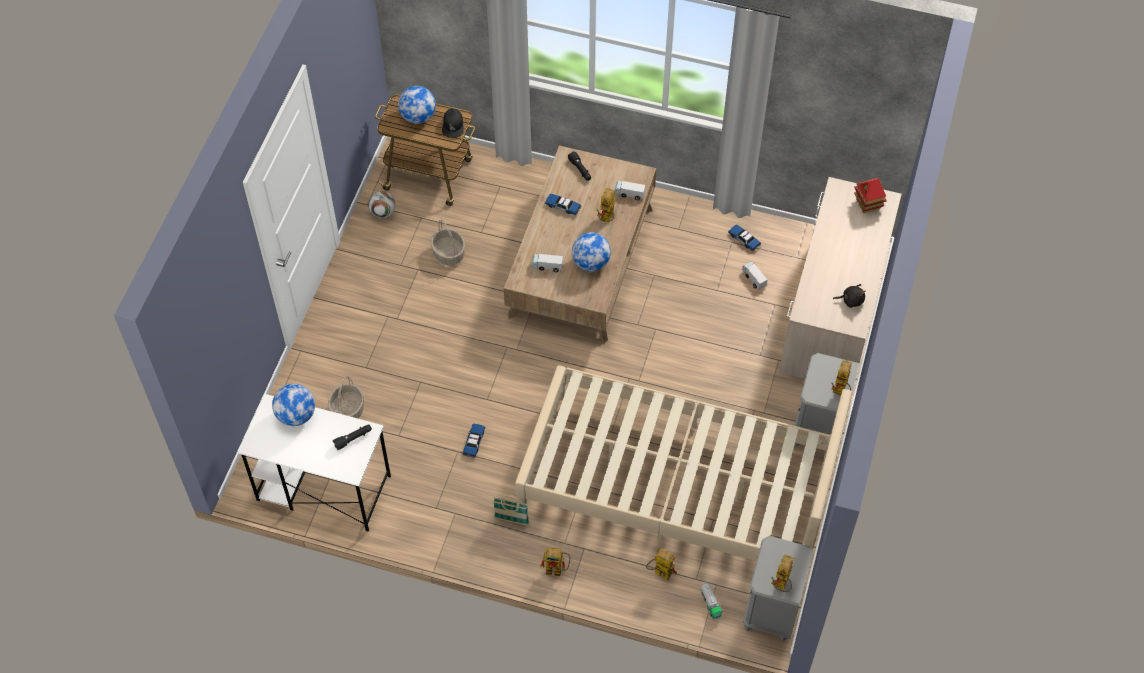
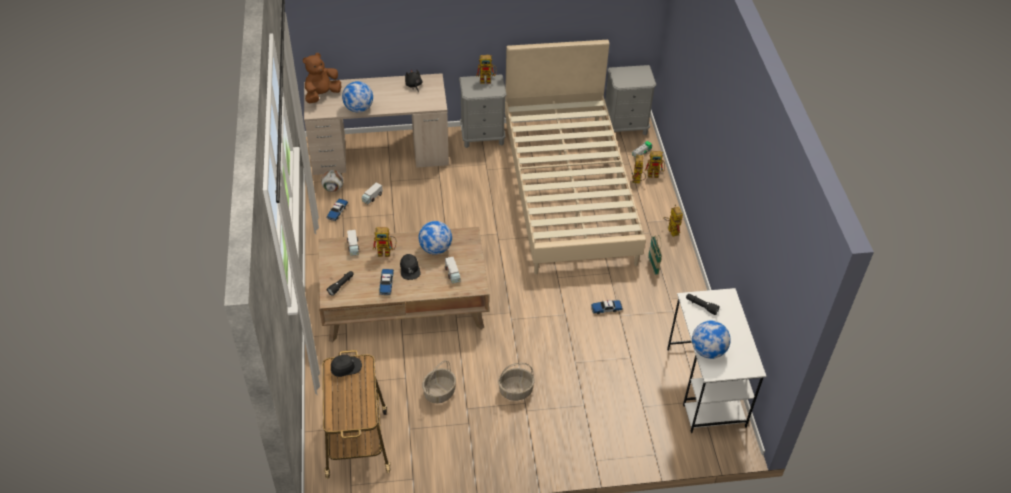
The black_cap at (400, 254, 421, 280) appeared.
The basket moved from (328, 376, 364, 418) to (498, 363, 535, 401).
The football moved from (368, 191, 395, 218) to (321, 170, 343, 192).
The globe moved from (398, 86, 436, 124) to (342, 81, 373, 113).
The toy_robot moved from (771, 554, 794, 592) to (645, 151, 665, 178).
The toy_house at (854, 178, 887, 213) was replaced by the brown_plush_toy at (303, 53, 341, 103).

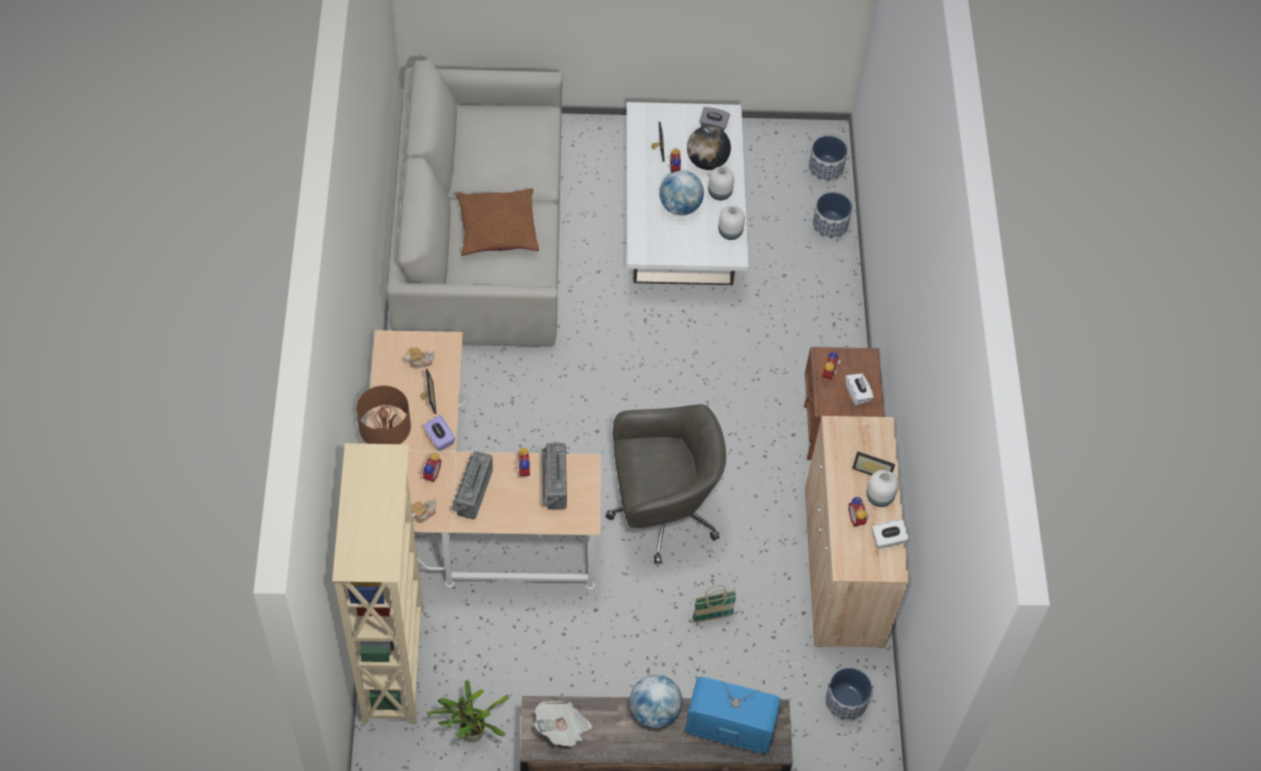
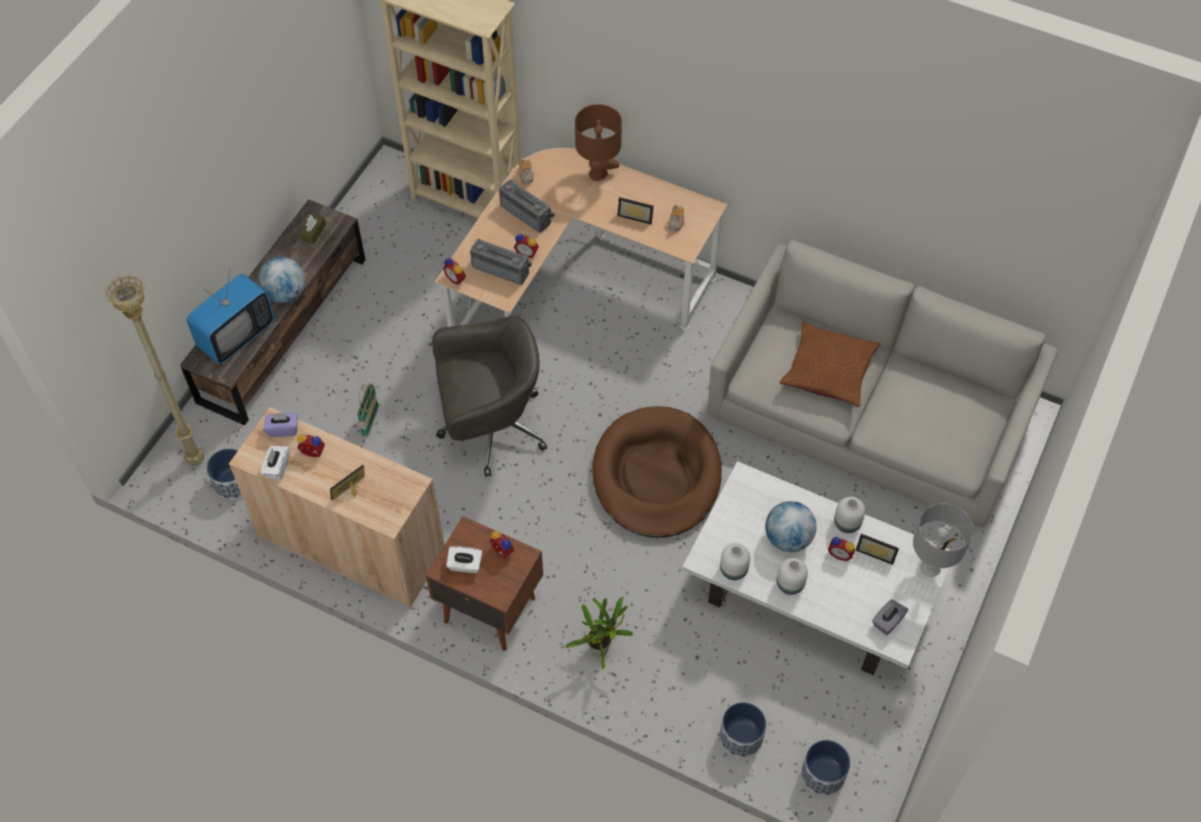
The globe at (687, 126, 731, 170) disappeared.
The beige_floor_lamp at (105, 276, 205, 465) appeared.
The brown_dog_bed at (592, 406, 722, 538) appeared.
The grey_table_lamp at (913, 504, 973, 577) appeared.
The alarm_clock moved from (420, 453, 441, 482) to (443, 258, 466, 285).
The purple_tissue_box moved from (424, 415, 455, 451) to (263, 413, 298, 437).
The potted_plant moved from (427, 680, 509, 742) to (565, 597, 633, 669).
The white_vase moved from (866, 470, 898, 507) to (834, 497, 865, 533).
The newspaper at (534, 701, 592, 747) was replaced by the brown_tissue_box at (299, 213, 326, 244).
The grey_office_chair at (605, 404, 726, 564) turned 120 degrees counterclockwise.

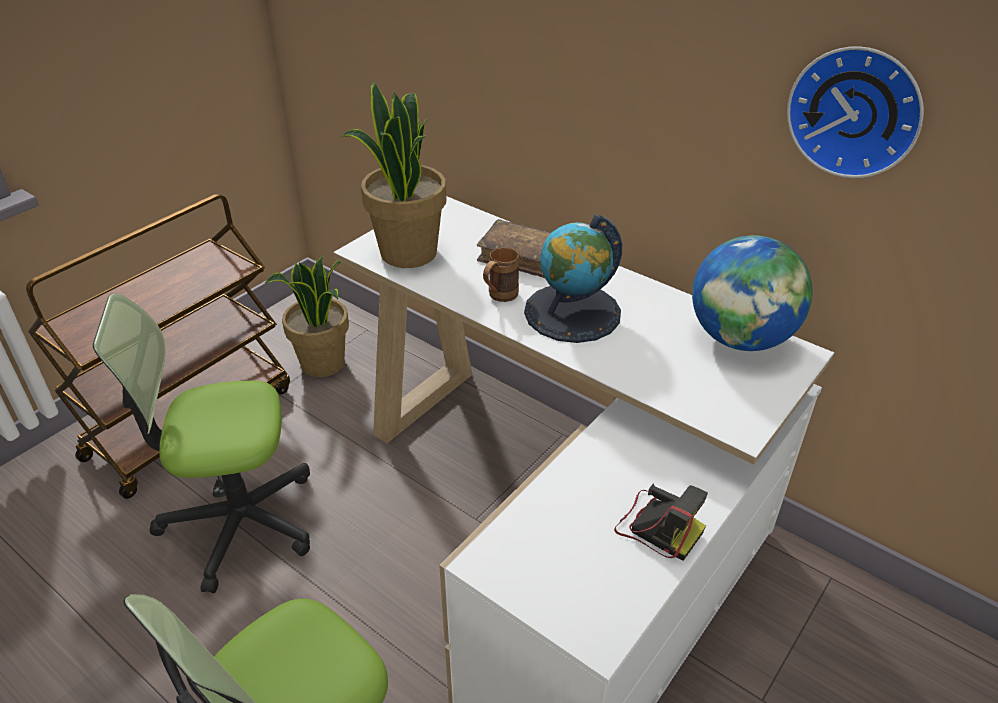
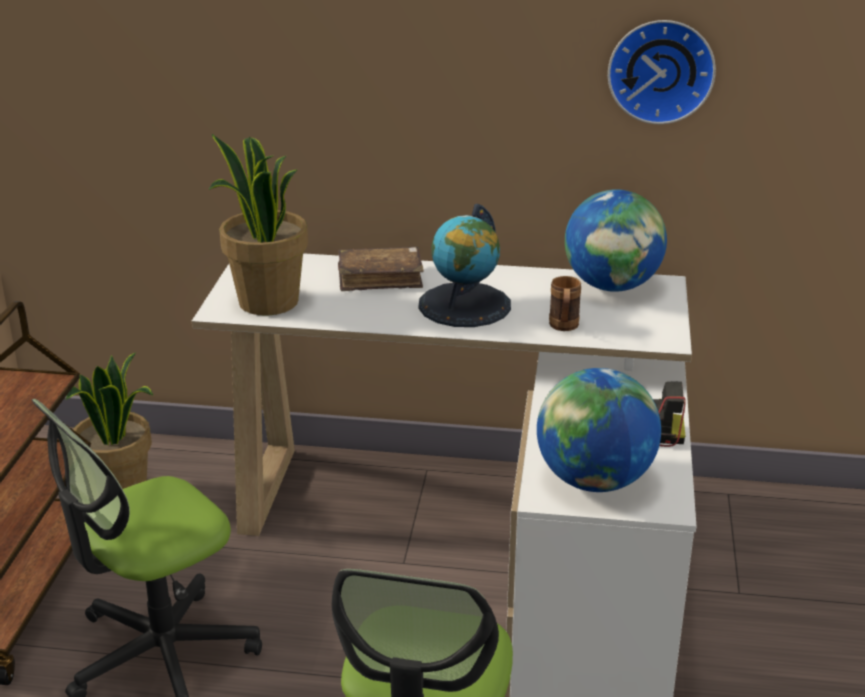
The globe at (537, 368, 661, 492) appeared.
The brown_mug moved from (483, 247, 520, 302) to (549, 276, 581, 331).

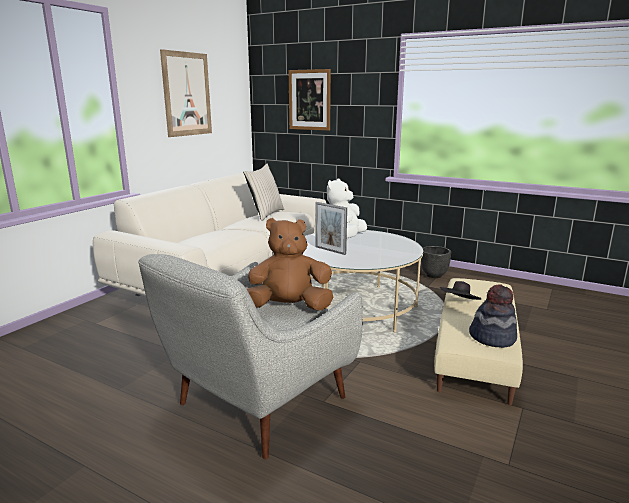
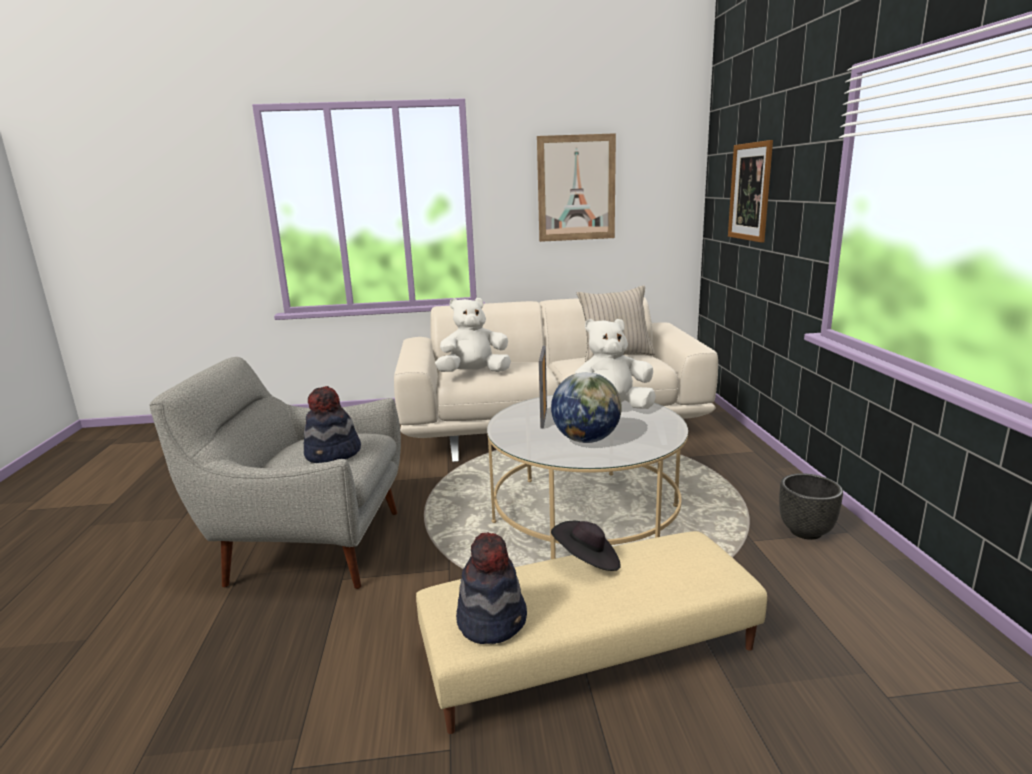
The white_plush_toy at (435, 298, 511, 372) appeared.
The globe at (551, 372, 622, 443) appeared.
The brown_plush_toy at (247, 218, 333, 310) was replaced by the hat at (304, 386, 361, 463).

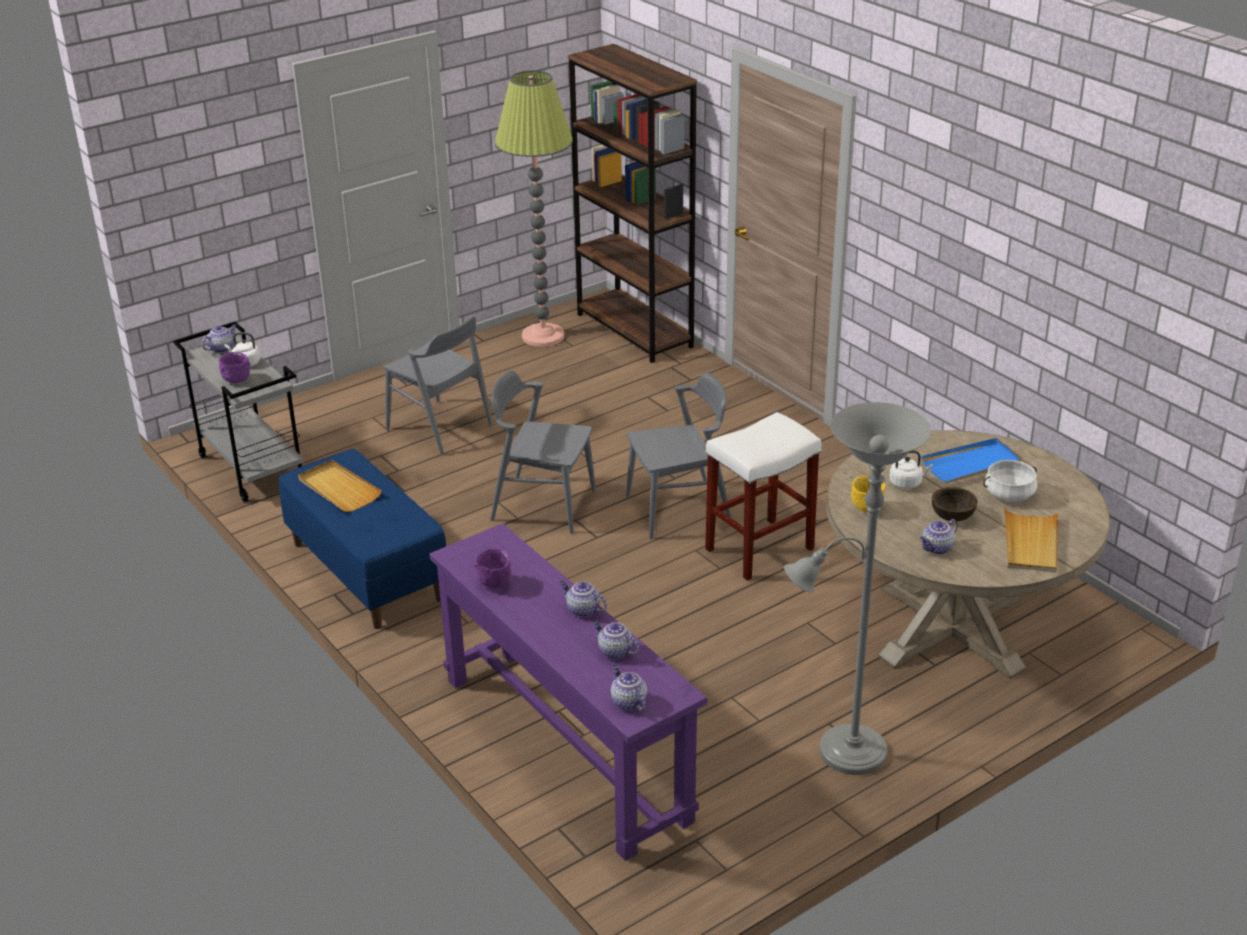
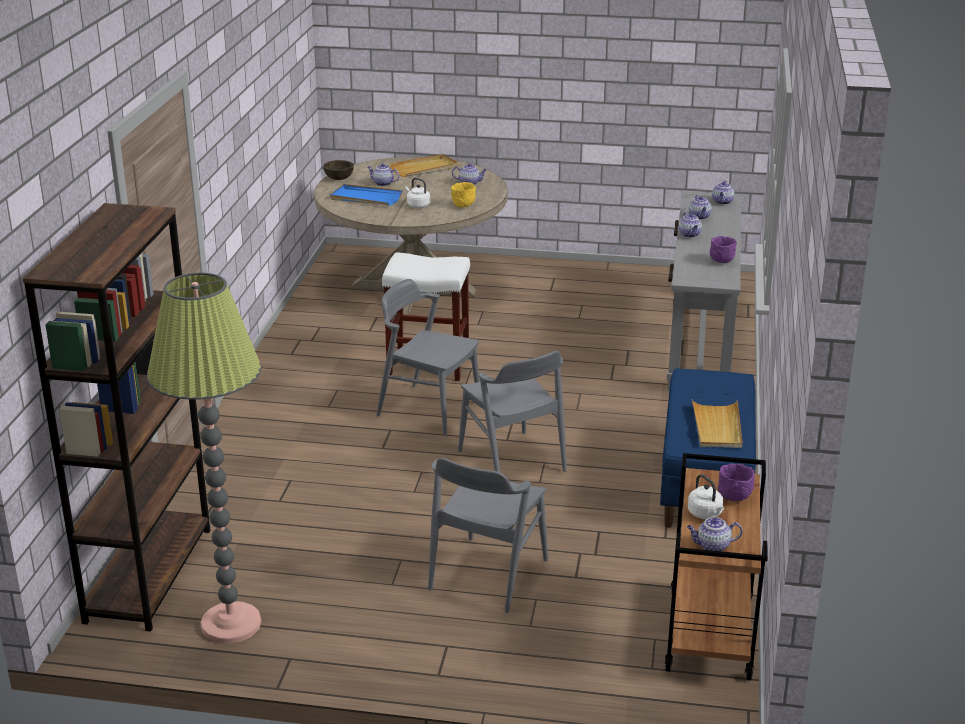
The grey_floor_lamp at (784, 402, 931, 775) disappeared.
The brown_bowl moved from (932, 487, 978, 522) to (323, 160, 354, 180).
The white_cooking_pot at (983, 460, 1037, 501) was replaced by the teapot at (367, 164, 399, 186).
The grey_cart at (173, 322, 304, 502) became the brown_cart at (665, 453, 768, 681).
The purple_console_table at (430, 523, 707, 861) became the grey_console_table at (666, 191, 741, 391).
The grey_chair at (383, 316, 493, 456) turned 150 degrees counterclockwise.

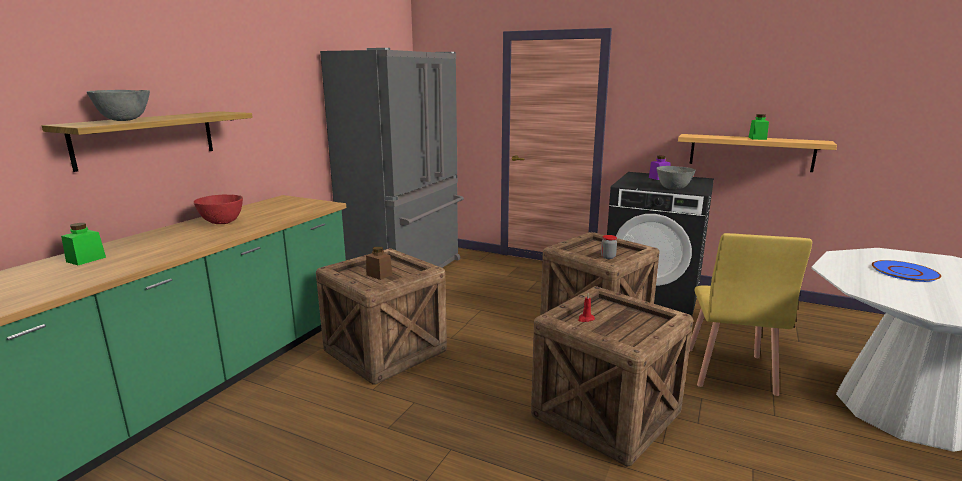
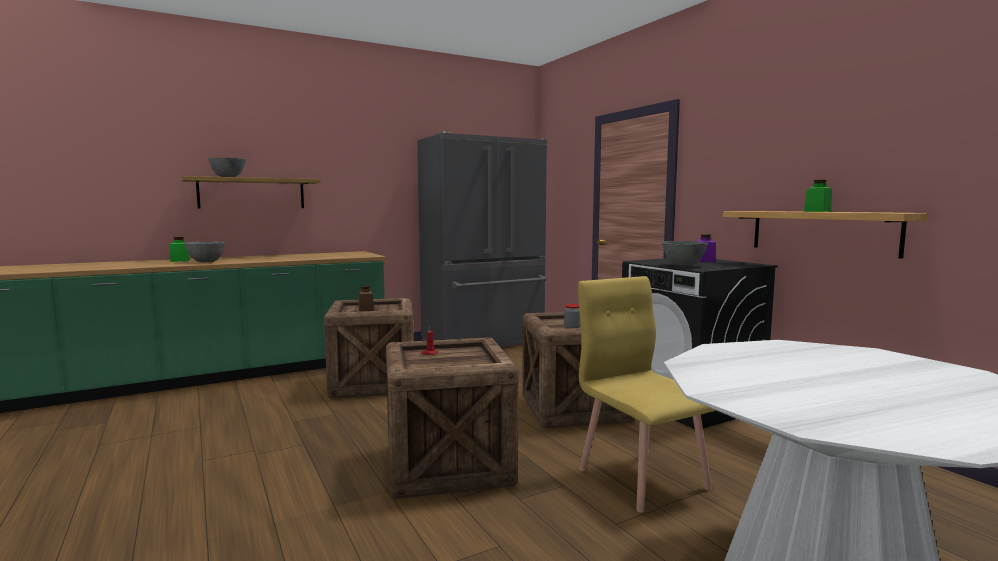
The red_bowl at (193, 194, 243, 224) disappeared.
The blue_plate at (872, 260, 941, 282) disappeared.
The grey_bowl at (184, 241, 225, 262) appeared.
The yellow_chair at (689, 233, 812, 396) turned 105 degrees clockwise.

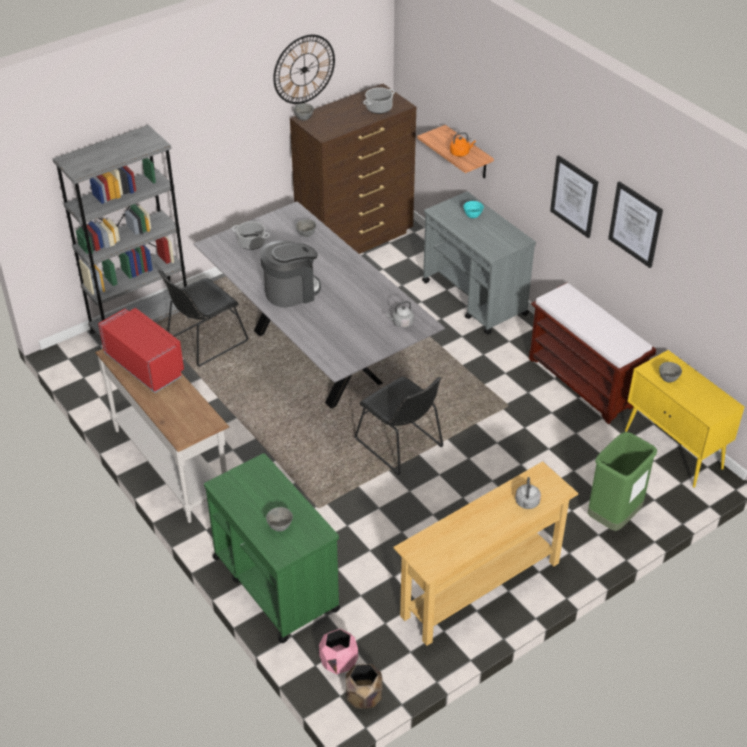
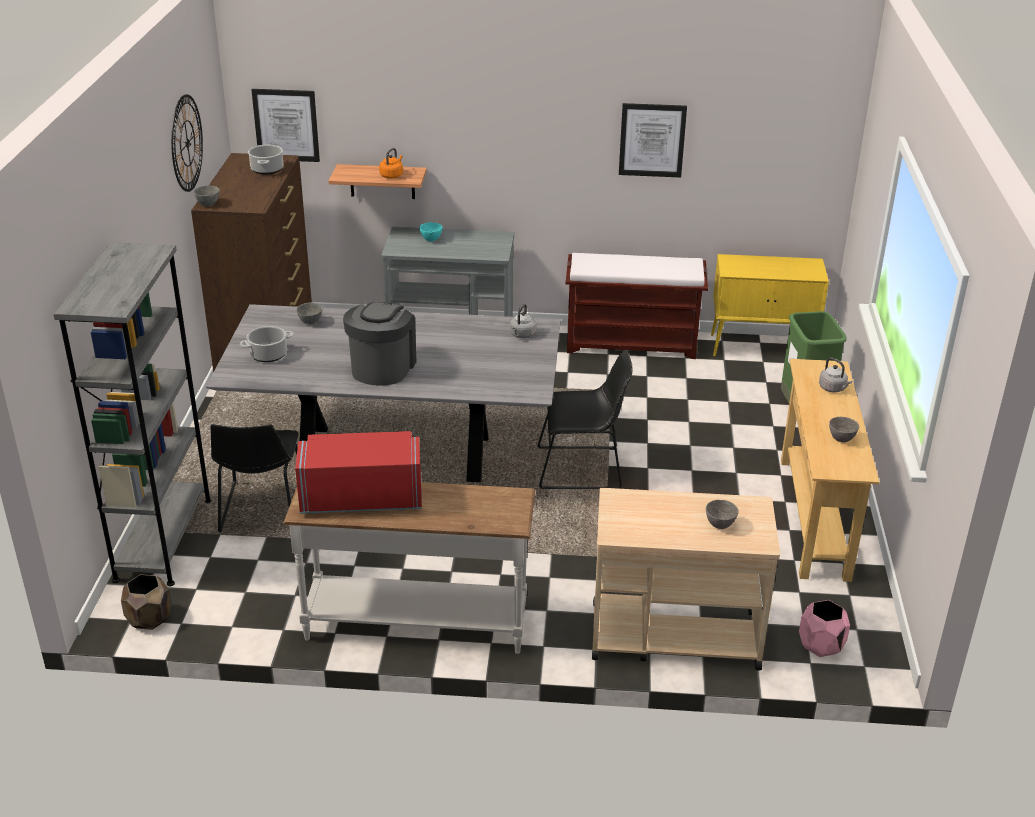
The brown_planter moved from (346, 664, 382, 709) to (121, 574, 171, 630).
The picture moved from (550, 155, 598, 238) to (251, 89, 320, 162).
The grey_bowl moved from (659, 362, 682, 382) to (829, 417, 859, 442).
The green_cart at (204, 453, 340, 643) became the beige_cart at (592, 488, 780, 670).

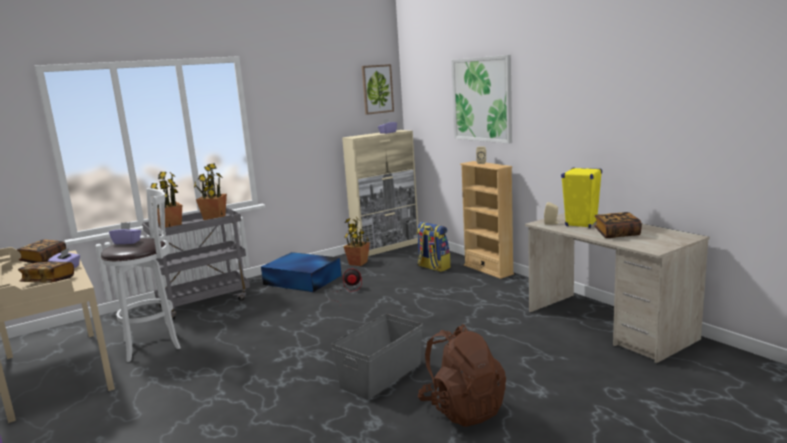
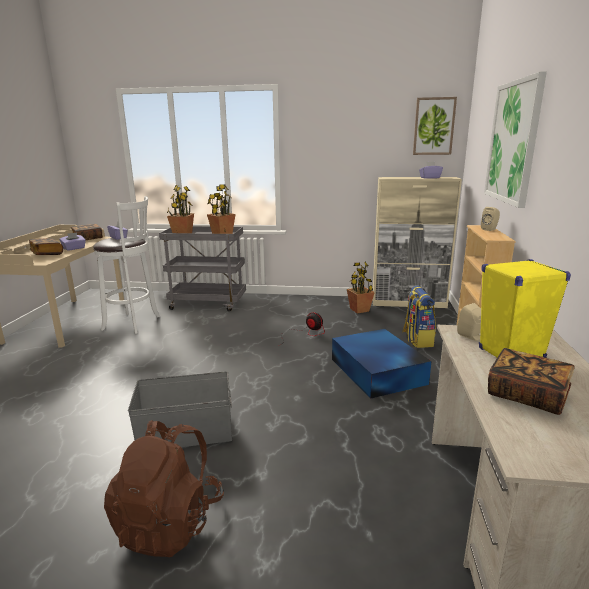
The blue_storage_box moved from (261, 252, 342, 292) to (332, 329, 432, 399).

